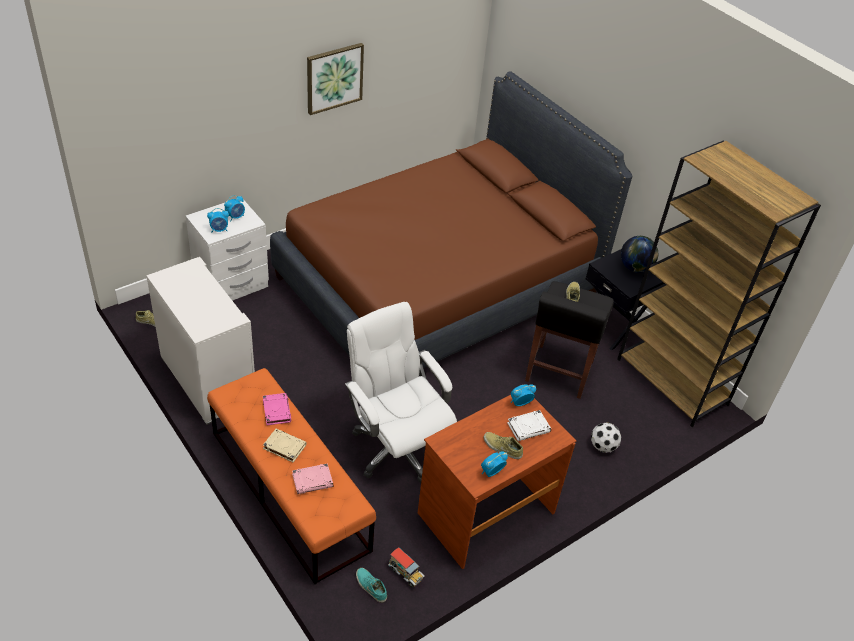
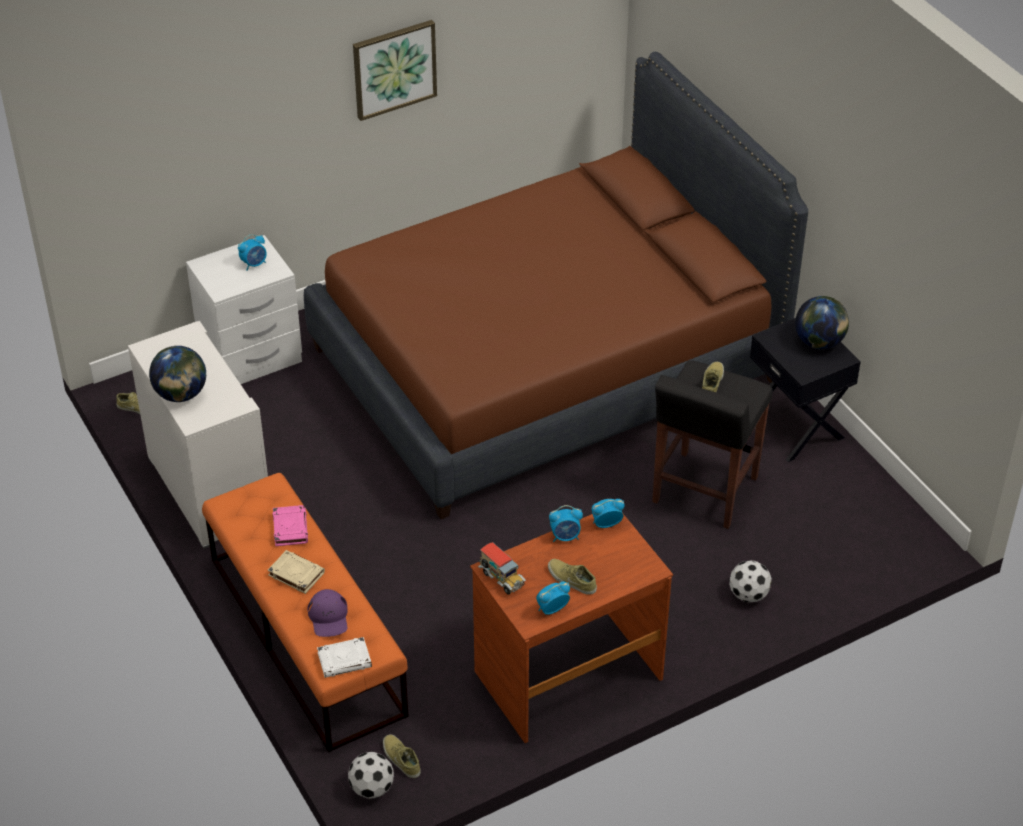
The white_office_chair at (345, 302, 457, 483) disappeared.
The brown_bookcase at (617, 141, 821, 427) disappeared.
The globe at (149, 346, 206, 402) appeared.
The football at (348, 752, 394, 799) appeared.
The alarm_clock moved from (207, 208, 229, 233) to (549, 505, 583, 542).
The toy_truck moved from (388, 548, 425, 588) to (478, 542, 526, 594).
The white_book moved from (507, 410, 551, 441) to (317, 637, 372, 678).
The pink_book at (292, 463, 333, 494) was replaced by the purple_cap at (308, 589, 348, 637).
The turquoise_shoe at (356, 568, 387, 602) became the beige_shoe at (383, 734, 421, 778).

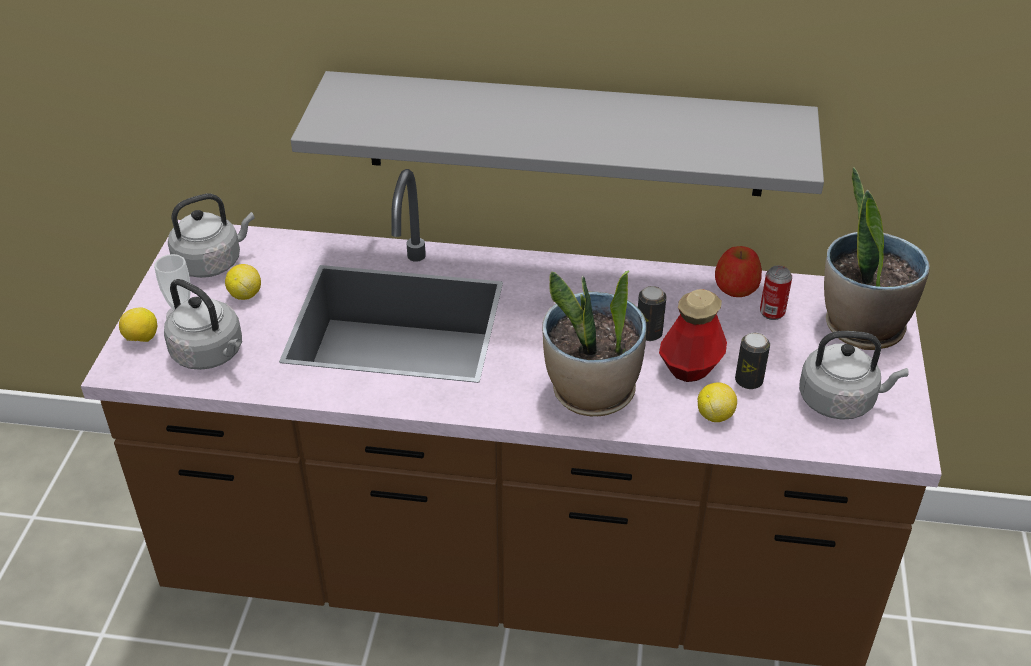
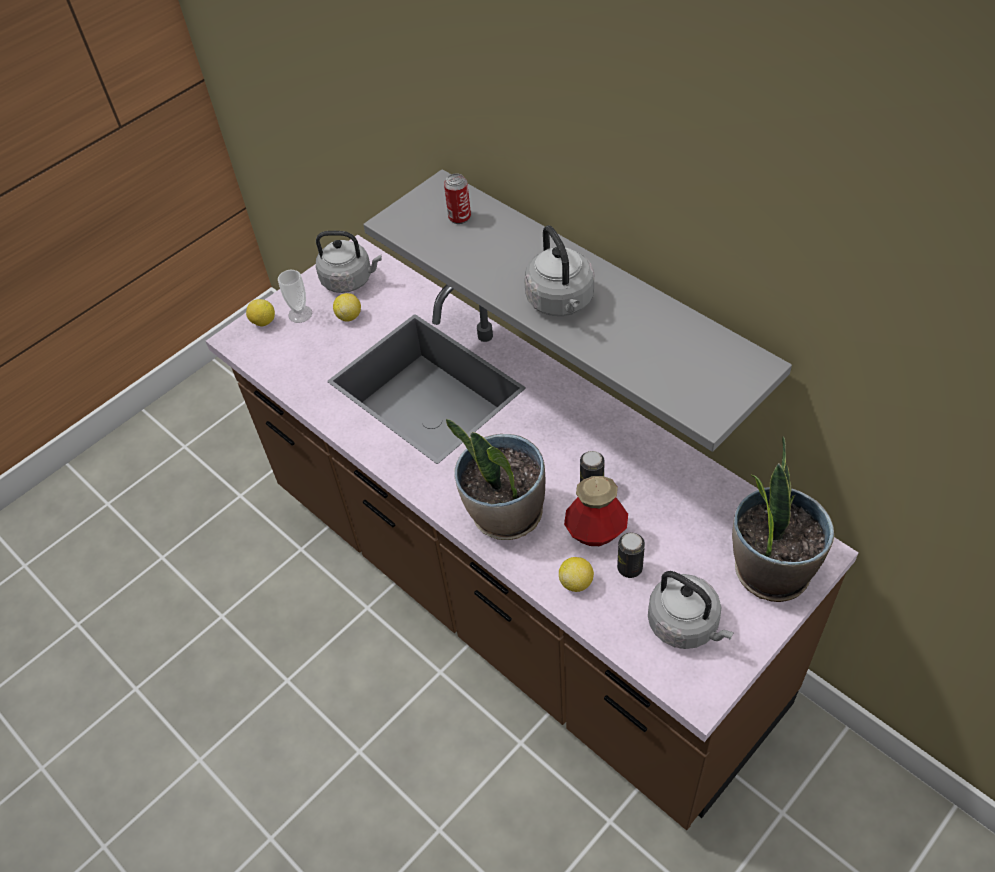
The apple at (715, 246, 762, 297) disappeared.
The grey_kettle moved from (164, 279, 242, 370) to (524, 225, 594, 316).
The can moved from (760, 266, 792, 320) to (444, 174, 471, 224).

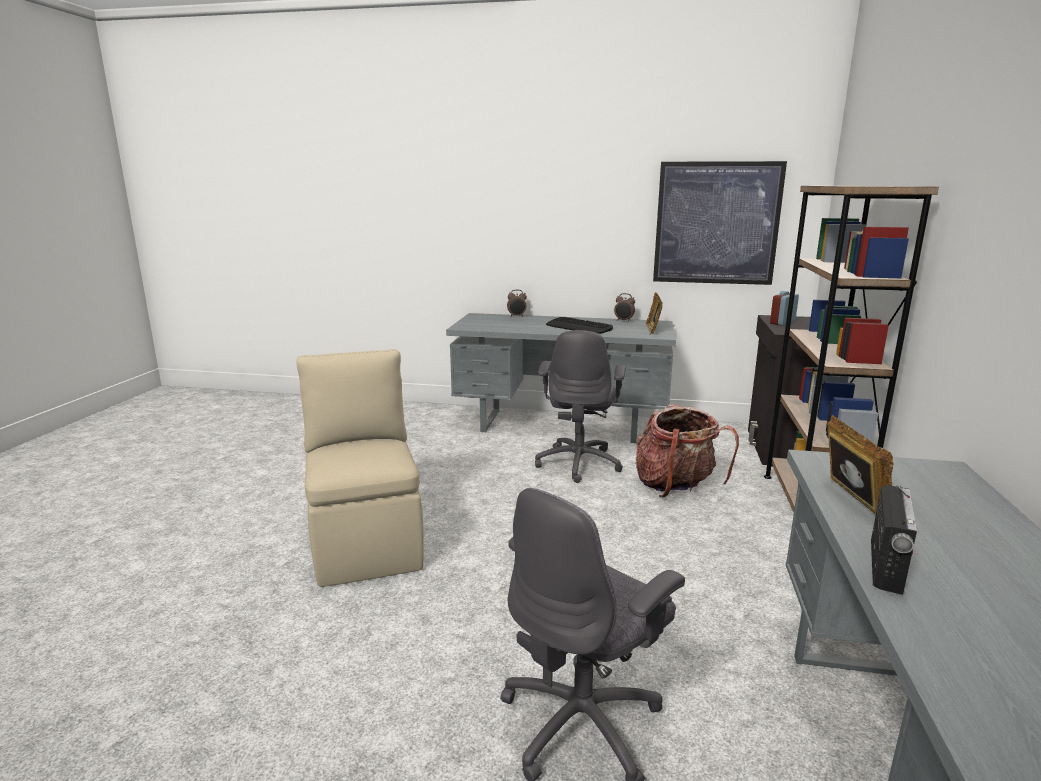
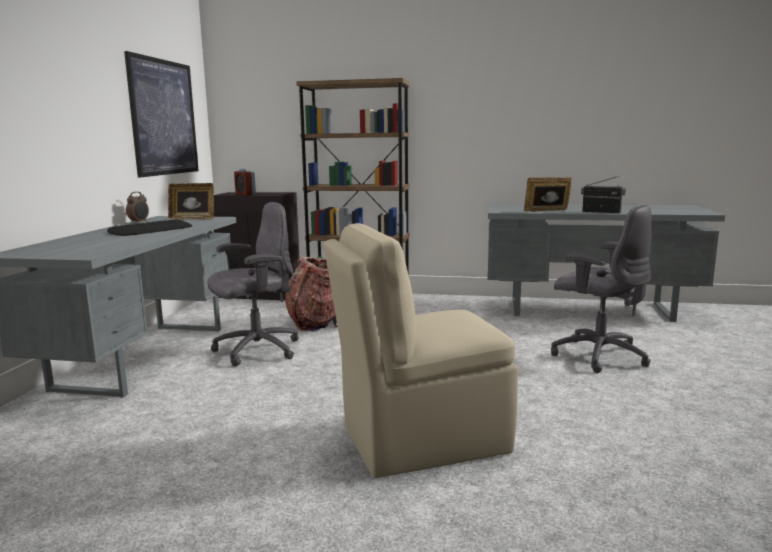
The alarm_clock at (507, 290, 527, 317) disappeared.
The grey_office_chair at (535, 330, 626, 483) turned 45 degrees counterclockwise.

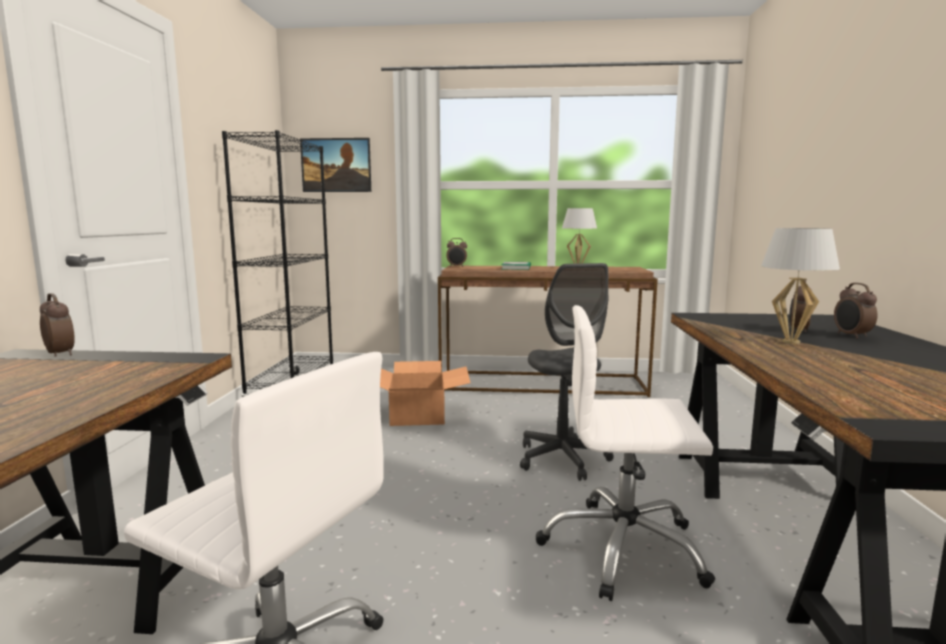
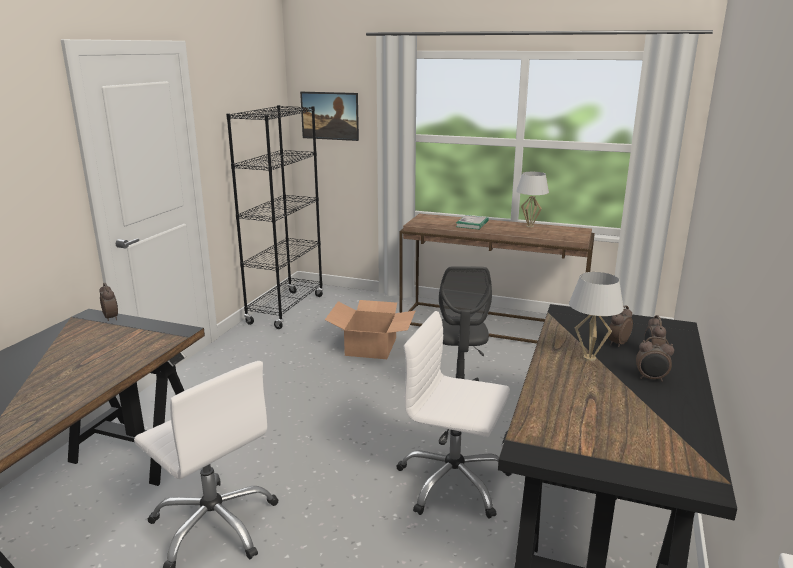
The alarm_clock moved from (446, 238, 467, 267) to (636, 337, 674, 382).

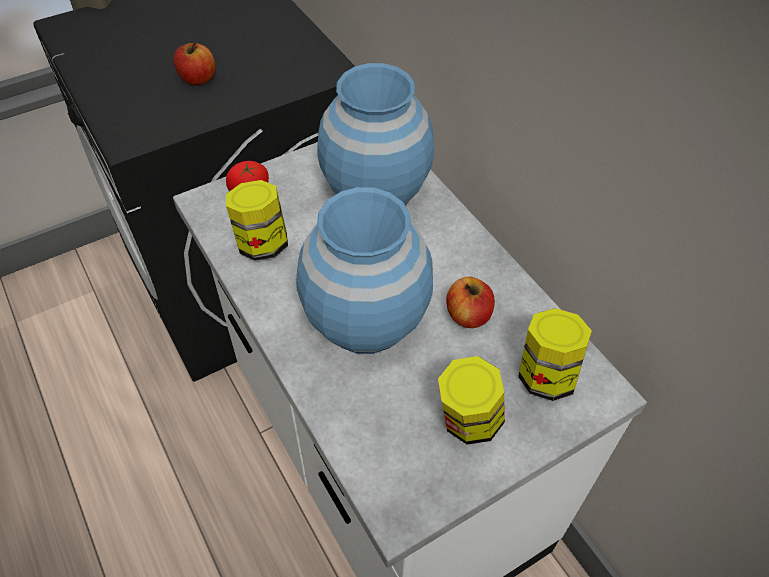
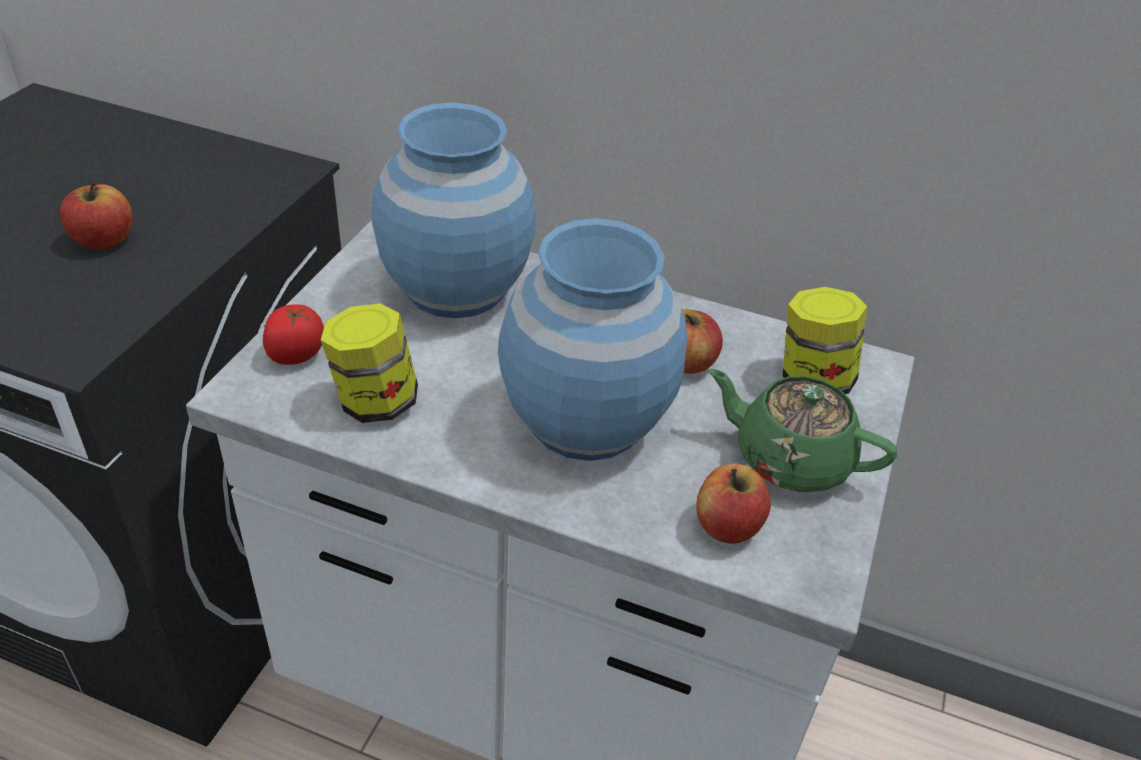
The apple at (696, 464, 771, 544) appeared.
The jar at (438, 356, 505, 445) was replaced by the green_teapot at (708, 369, 897, 492).

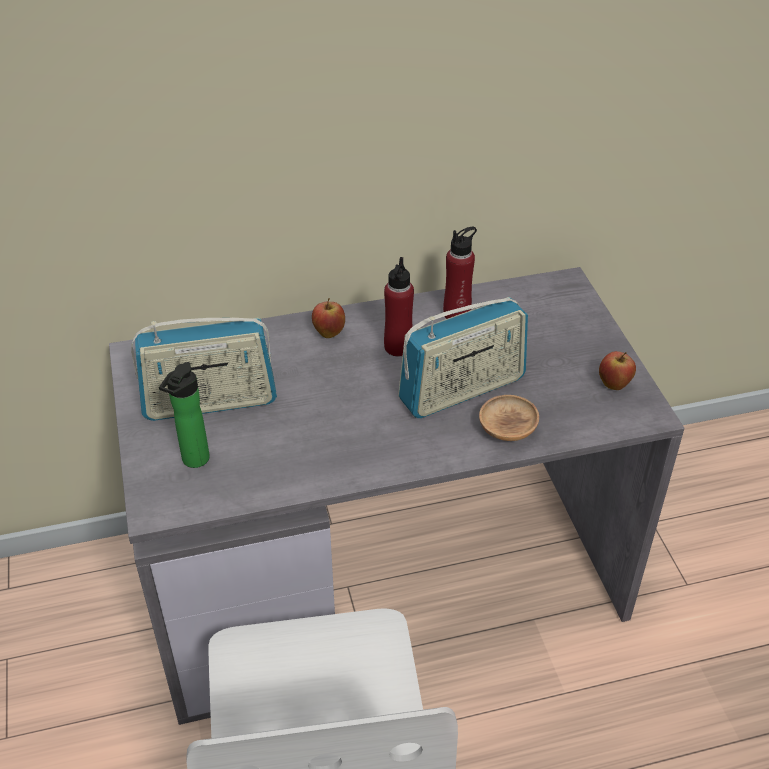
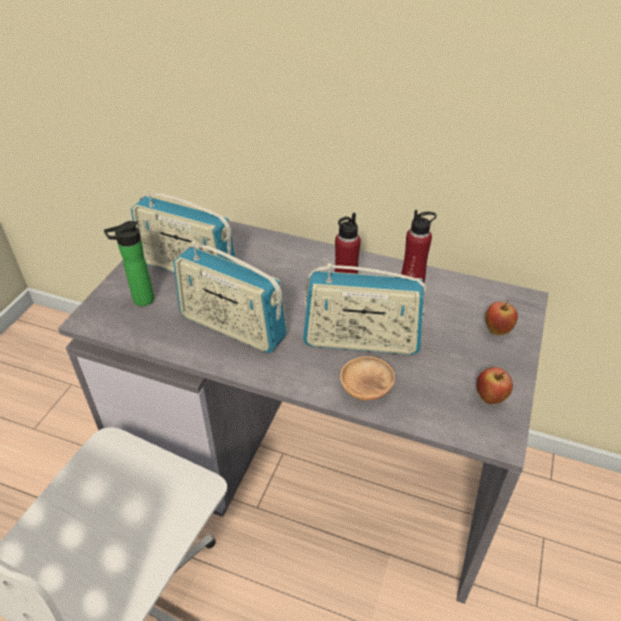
The radio at (174, 241, 287, 353) appeared.
The apple moved from (312, 298, 345, 338) to (485, 301, 518, 335).

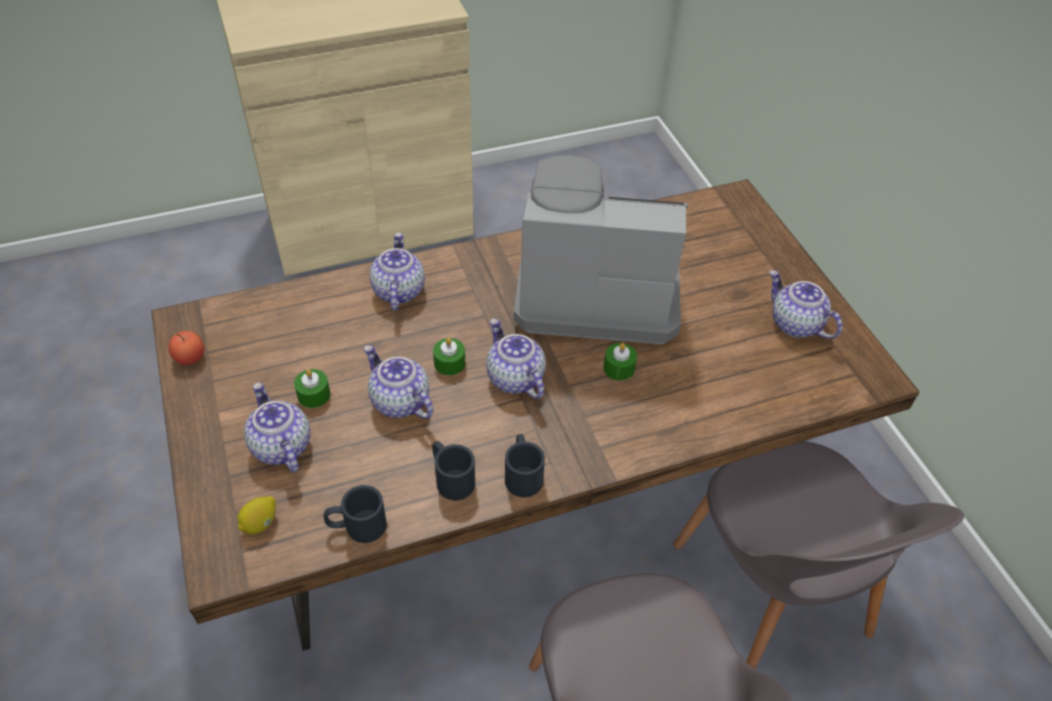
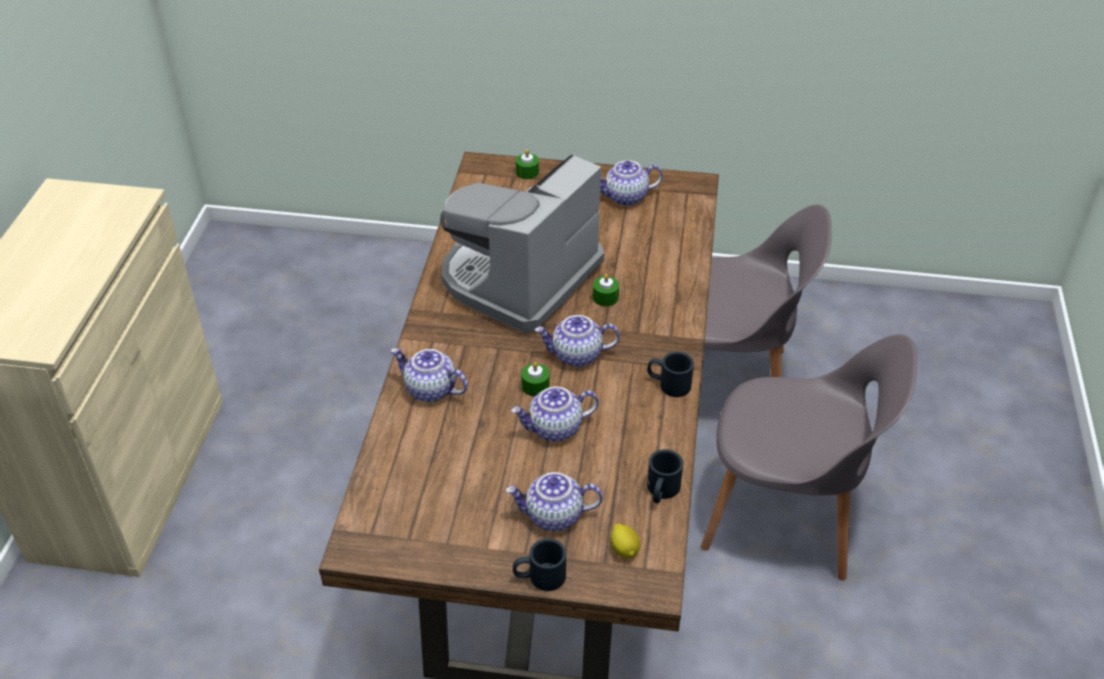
The apple at (168, 331, 204, 365) disappeared.
The green_candle moved from (294, 369, 330, 408) to (516, 149, 539, 179).
The black_mug moved from (432, 441, 475, 500) to (513, 538, 566, 591).

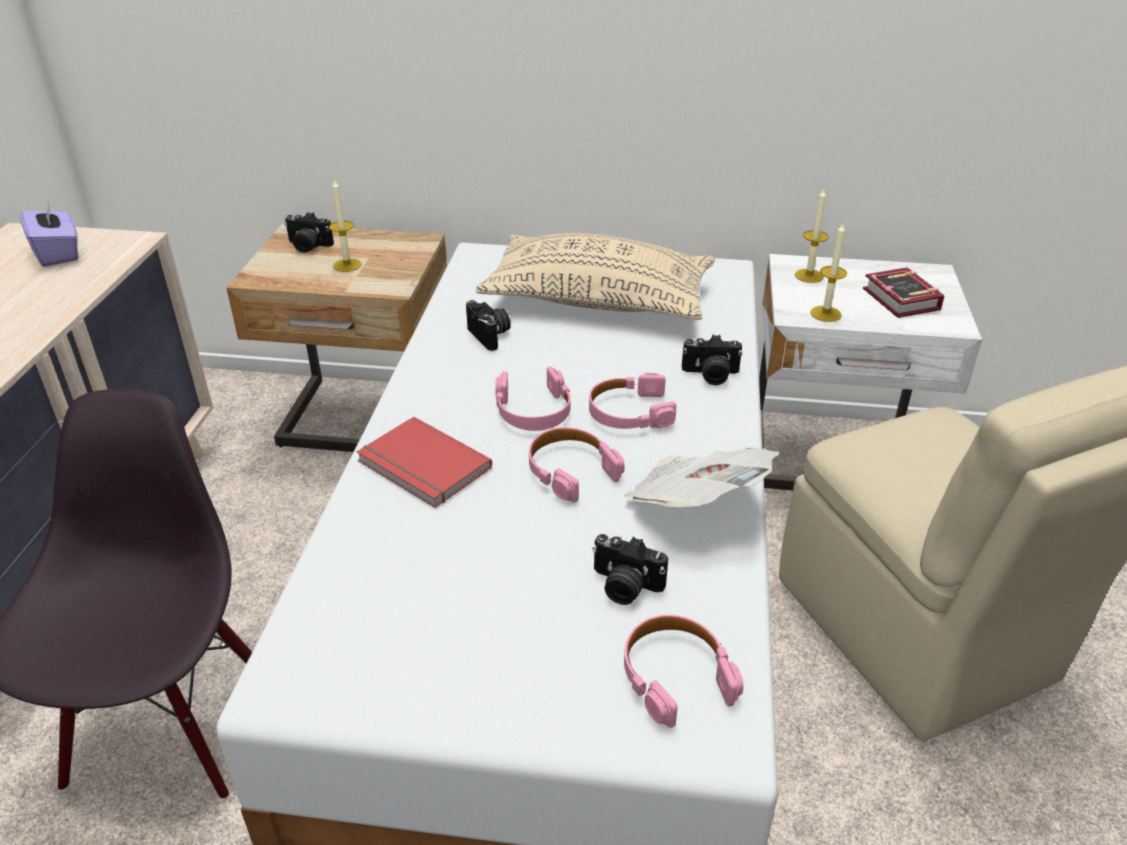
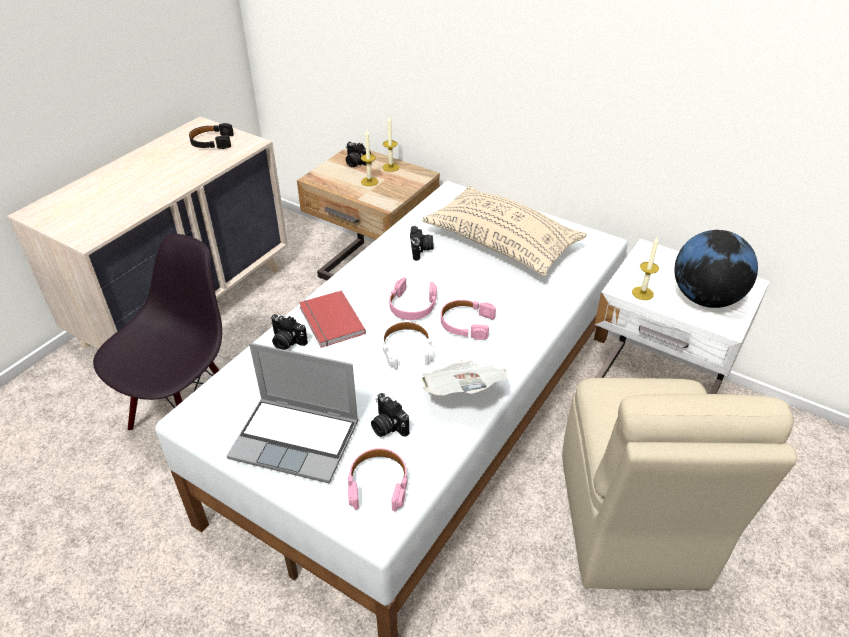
The laptop at (227, 343, 358, 483) appeared.
The photo_camera moved from (682, 334, 743, 385) to (270, 314, 308, 350).
The candle moved from (795, 189, 829, 283) to (382, 117, 399, 172).
The purple_tissue_box at (20, 197, 78, 267) was replaced by the black_headphones at (189, 123, 234, 149).
The book at (863, 267, 945, 318) was replaced by the globe at (674, 230, 758, 308).
The pink_headphones at (529, 427, 625, 502) became the white_headphones at (382, 321, 433, 369).

